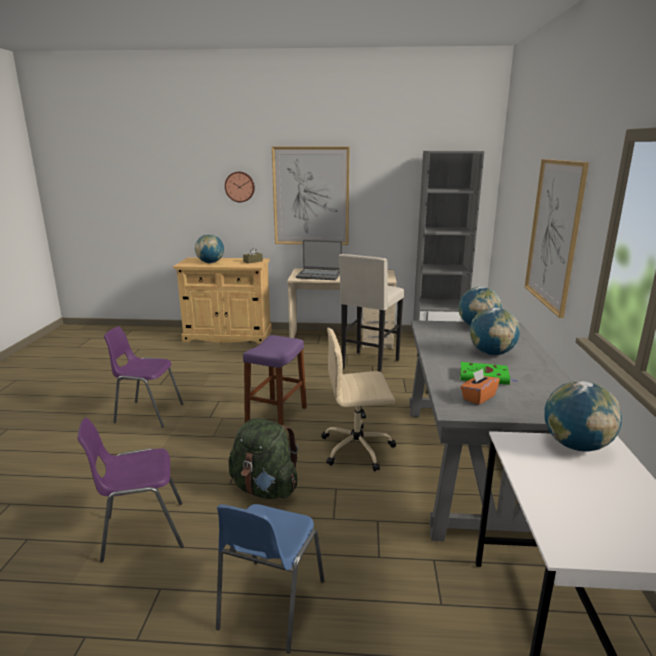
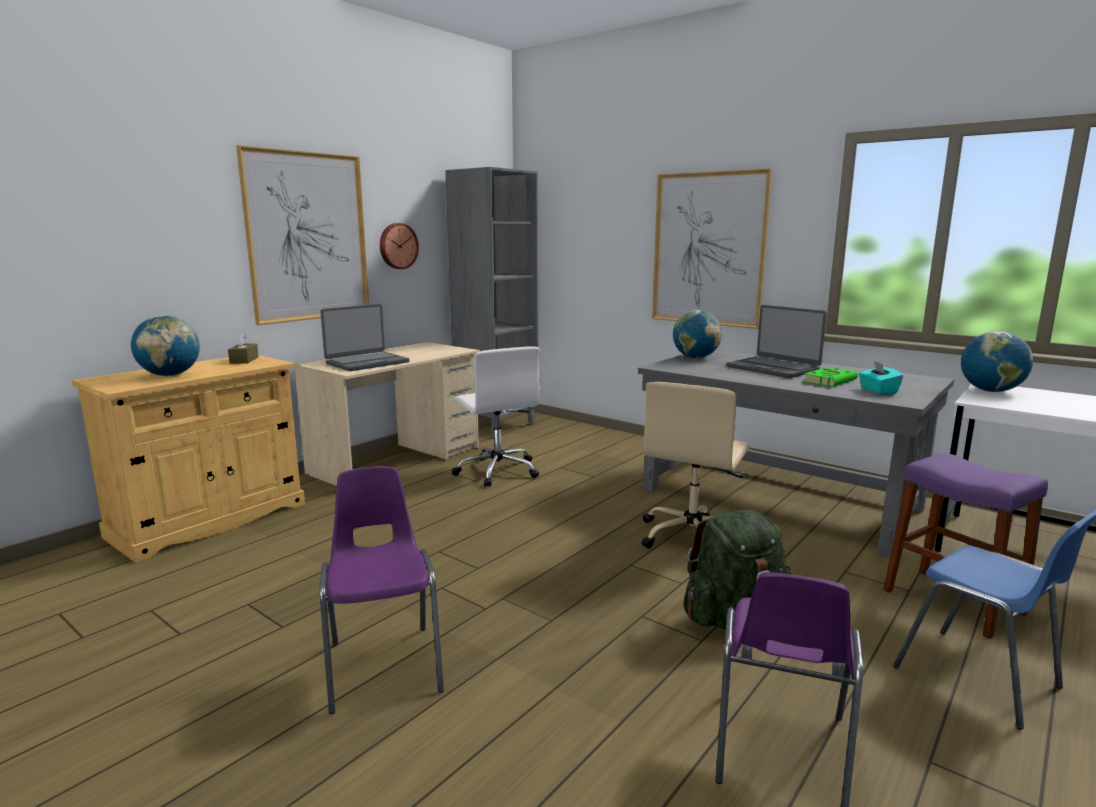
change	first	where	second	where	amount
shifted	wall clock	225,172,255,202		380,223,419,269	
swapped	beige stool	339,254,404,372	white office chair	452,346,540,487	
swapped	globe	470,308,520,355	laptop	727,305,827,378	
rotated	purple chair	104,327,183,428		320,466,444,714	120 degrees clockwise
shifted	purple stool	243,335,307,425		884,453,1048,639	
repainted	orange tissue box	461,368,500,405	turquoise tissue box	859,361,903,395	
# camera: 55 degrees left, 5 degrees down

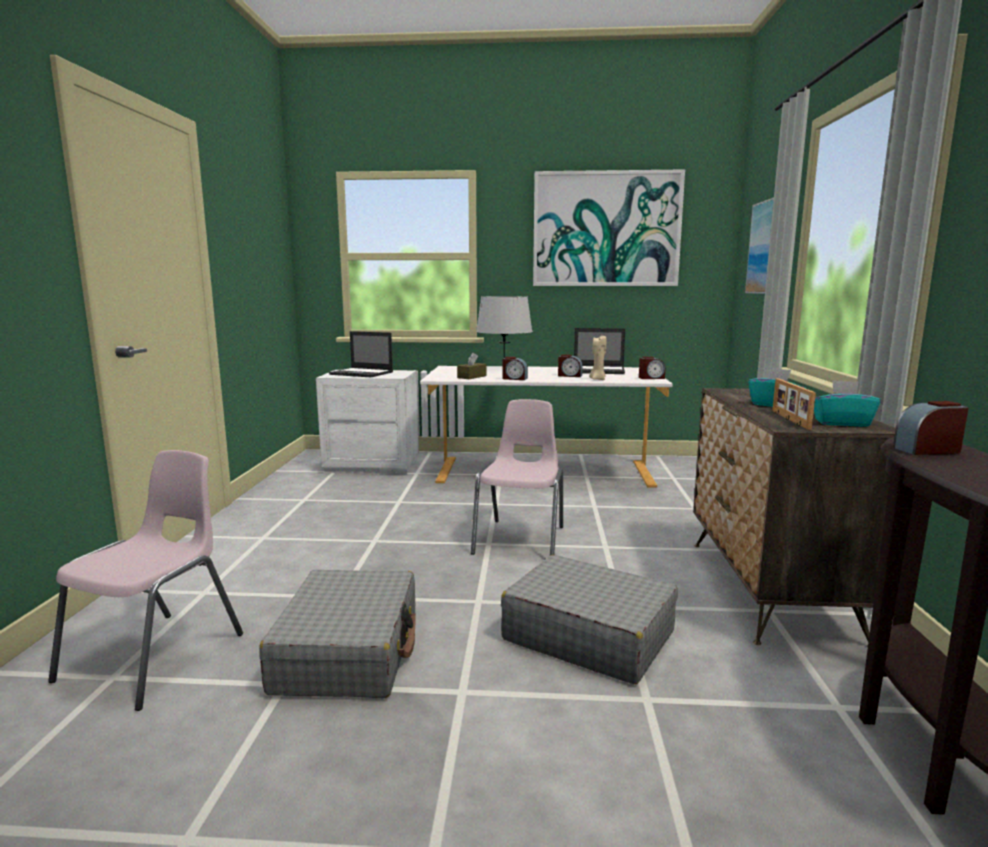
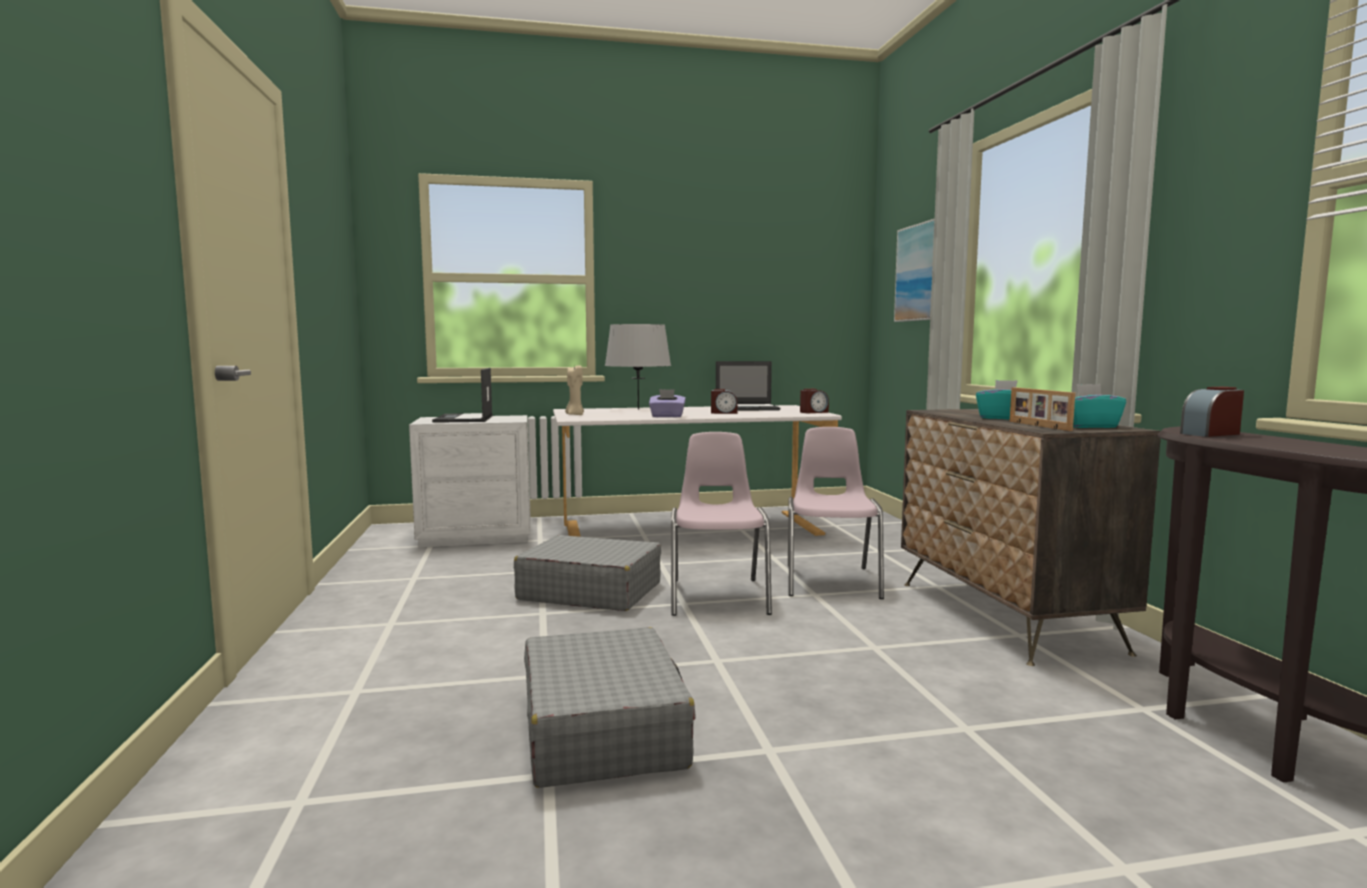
change	first	where	second	where	amount
gone	picture	533,169,685,286			
rotated	laptop	329,331,393,377		432,368,493,423	75 degrees clockwise
shifted	beige candle	589,336,606,380		565,364,584,415	
gone	brown tissue box	457,353,487,379			
swapped	alarm clock	502,357,528,380	purple tissue box	649,389,686,417	
shifted	pink chair	48,450,243,711		788,427,884,599	
shifted	grey suitcase	501,555,678,684		514,535,661,611	
# camera: 15 degrees left, 5 degrees down

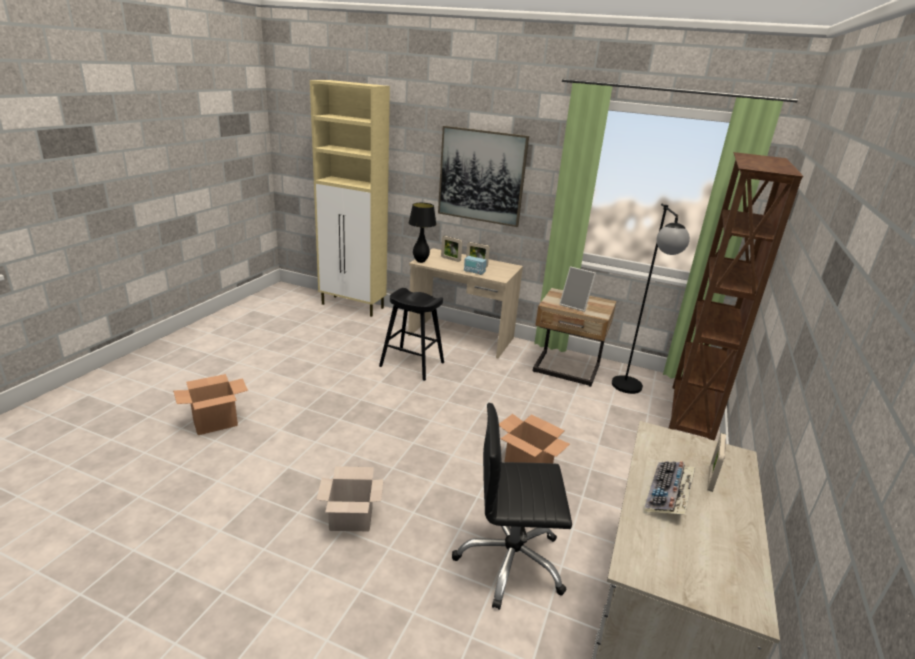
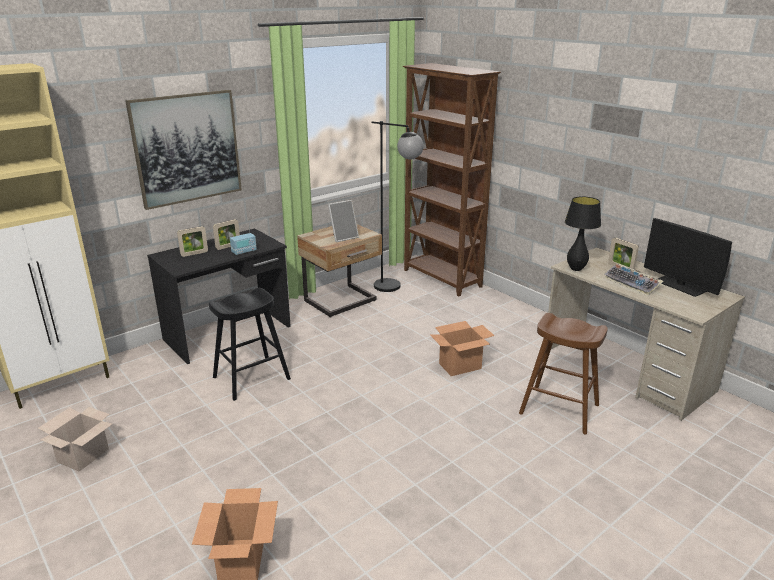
change	first	where	second	where	amount
shifted	black table lamp	409,203,436,263		565,196,601,271	
repainted	beige desk	408,248,523,358	black desk	147,228,291,364	
swapped	black office chair	452,403,572,610	brown stool	519,313,608,434	
shifted	cardboard box	316,466,383,531		38,407,112,472	
new			monitor	644,218,732,297	
# camera: 60 degrees left, 0 degrees up

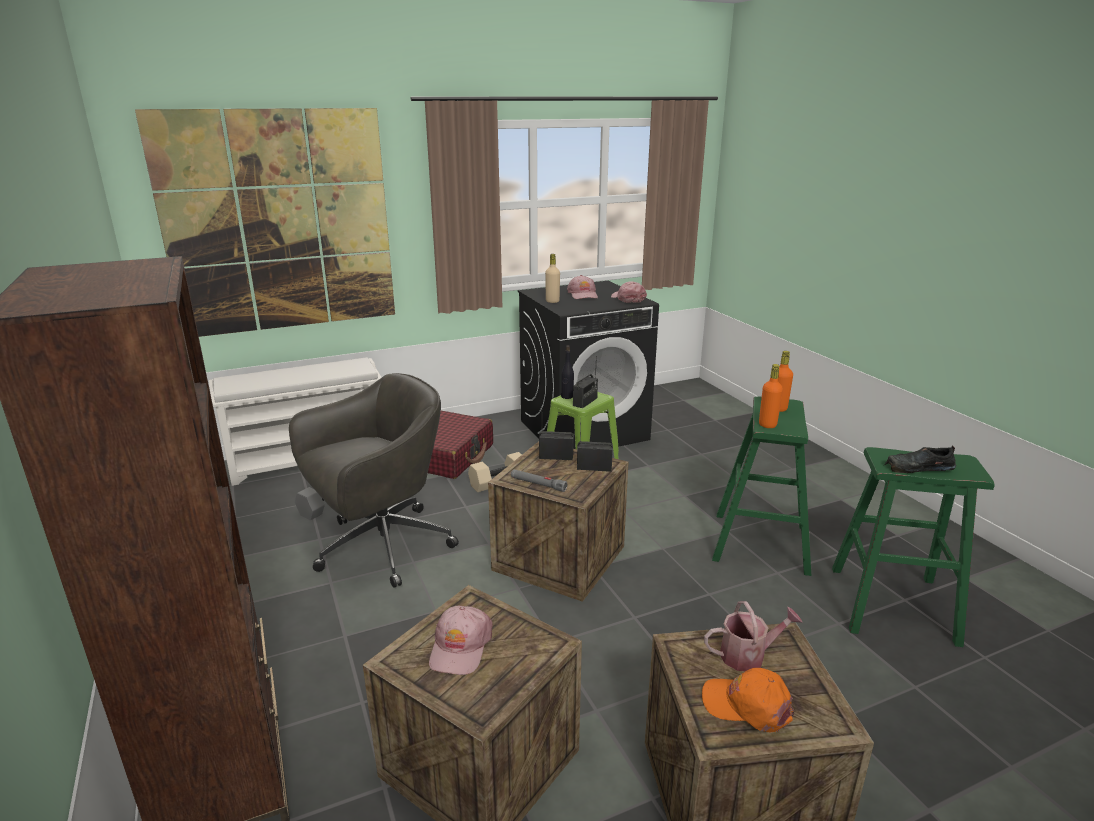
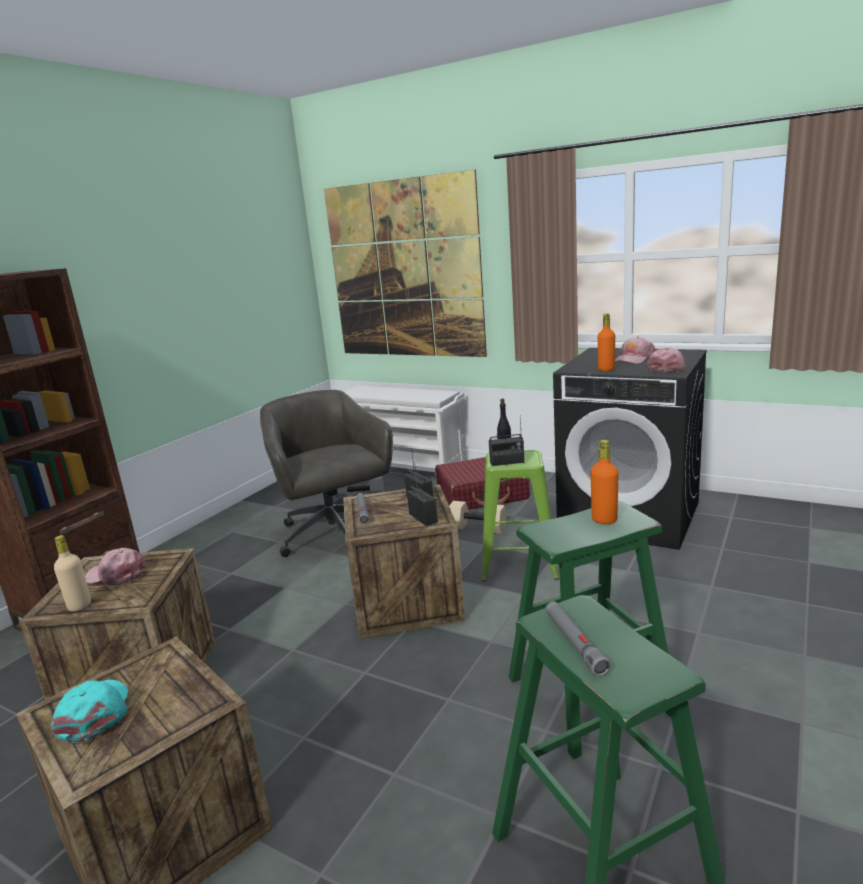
change	first	where	second	where	amount
shifted	beige bottle	545,254,560,303		54,535,91,612	
shifted	orange bottle	759,364,783,428		598,313,615,371	
rotated	grey office chair	289,373,459,588		260,390,393,557	135 degrees counterclockwise
swapped	black shoe	883,445,956,473	grey flashlight	546,601,611,676	
gone	watering can	704,601,803,671			
rotated	pink cap	429,606,493,675		85,548,145,586	45 degrees clockwise
repainted	orange cap	702,668,794,733	turquoise cap	51,680,128,743	
# camera: 55 degrees right, 5 degrees down

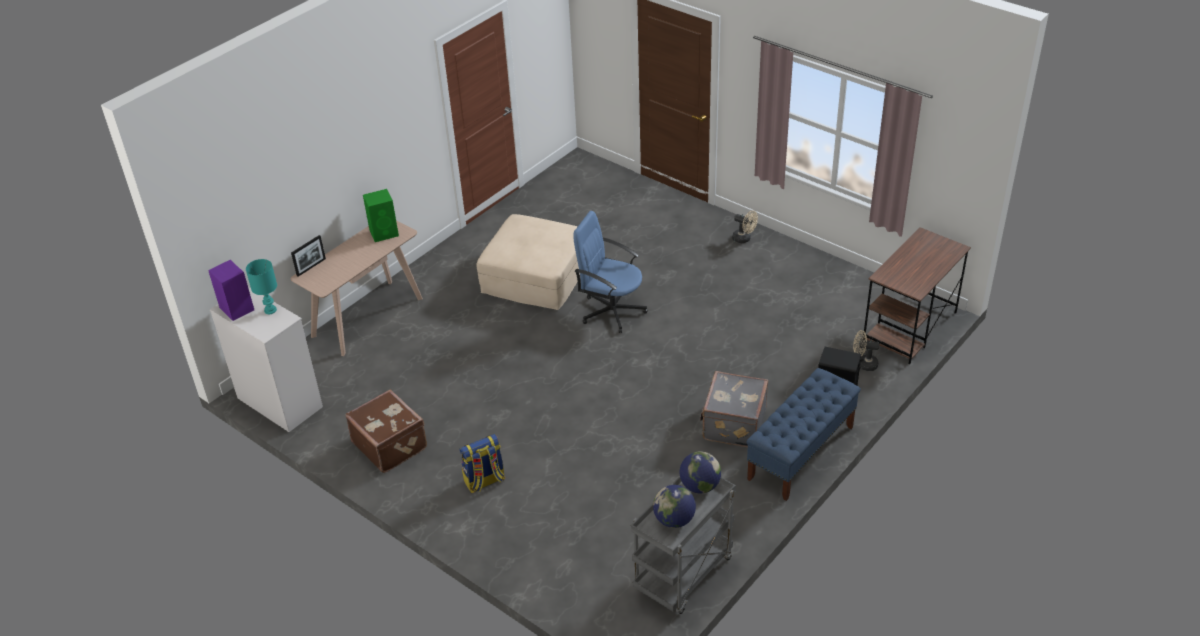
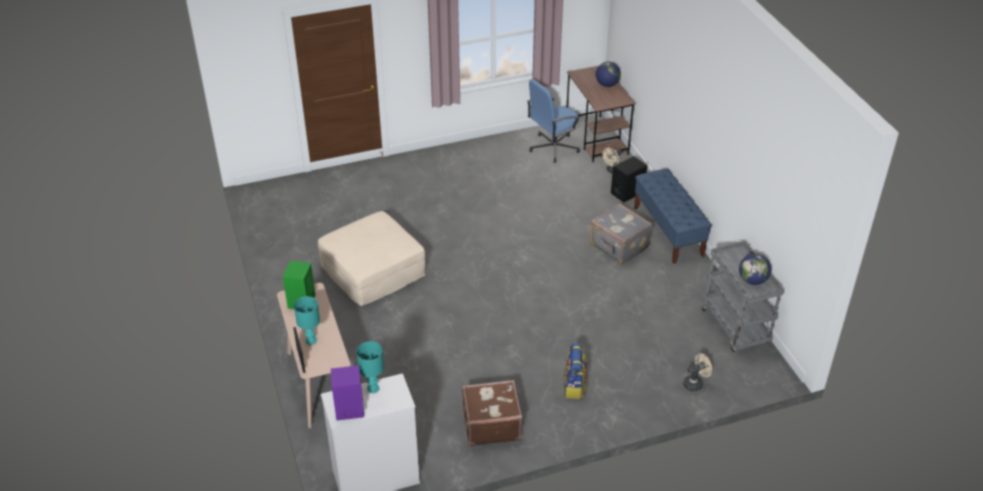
change	first	where	second	where	amount
shifted	beige fan	732,210,758,243		683,353,712,391	
shifted	blue office chair	573,211,648,333		527,79,580,163	
shifted	globe	679,451,721,494		596,61,621,87	
new			turquoise table lamp	294,296,320,345	
# camera: 60 degrees left, 0 degrees up

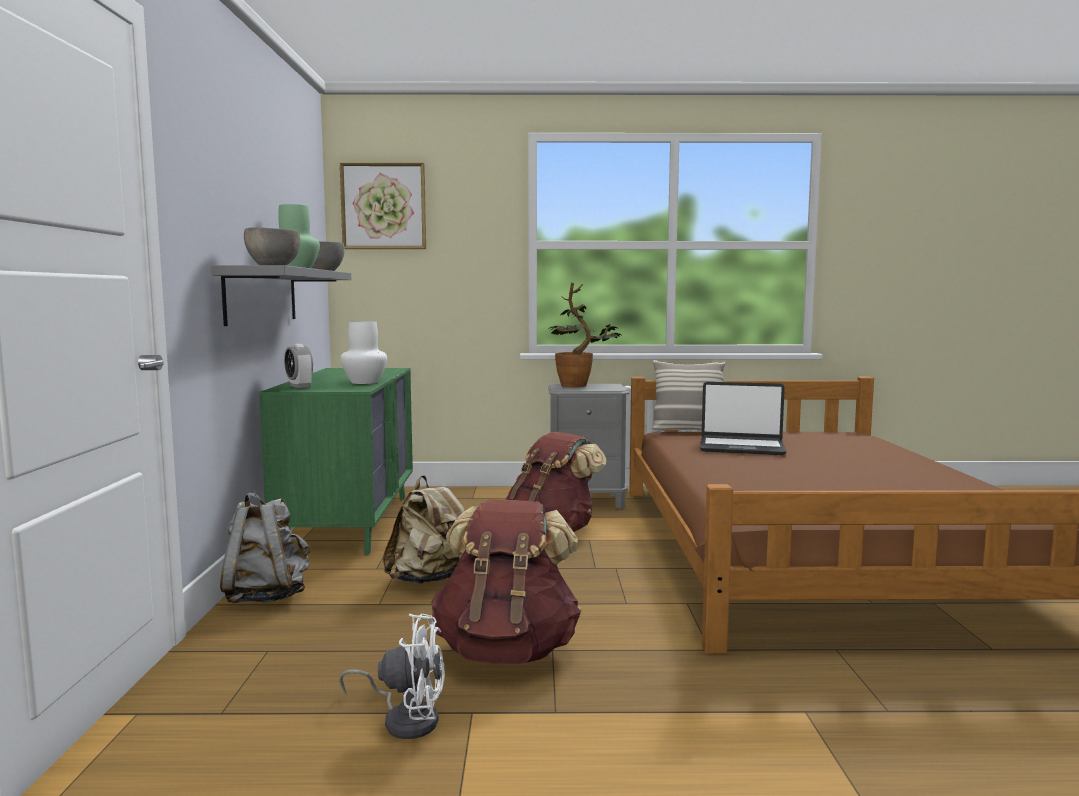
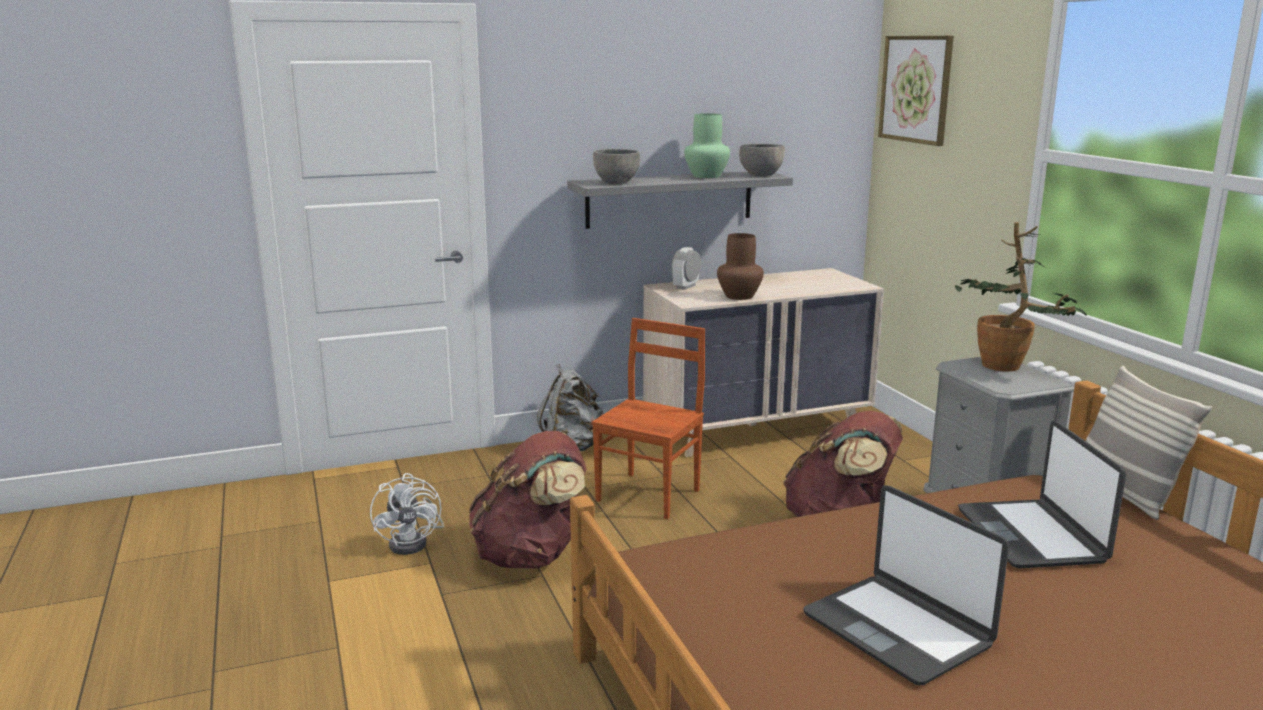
change	first	where	second	where	amount
repainted	white vase	340,321,387,384	brown vase	717,233,764,300	
repainted	green dresser	259,368,413,554	beige dresser	643,268,884,457	
swapped	beige backpack	383,475,465,584	brown chair	592,318,705,519	
new			laptop	803,485,1009,685	
# camera: 70 degrees right, 10 degrees up

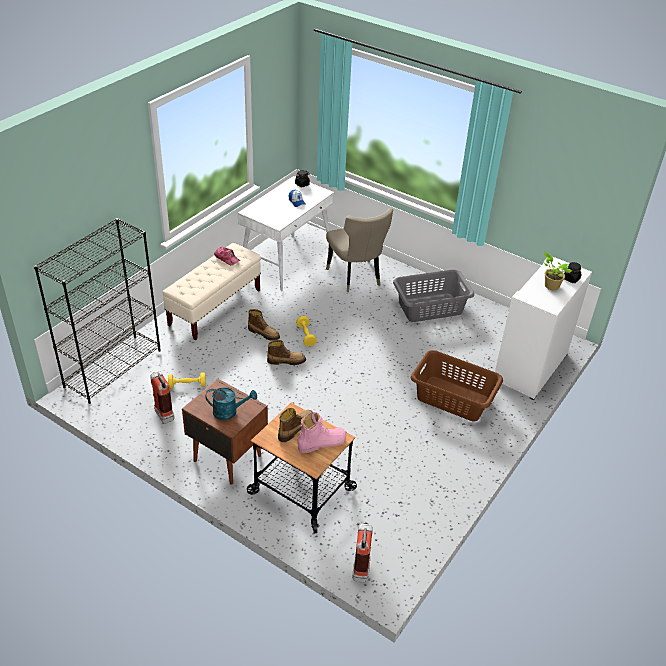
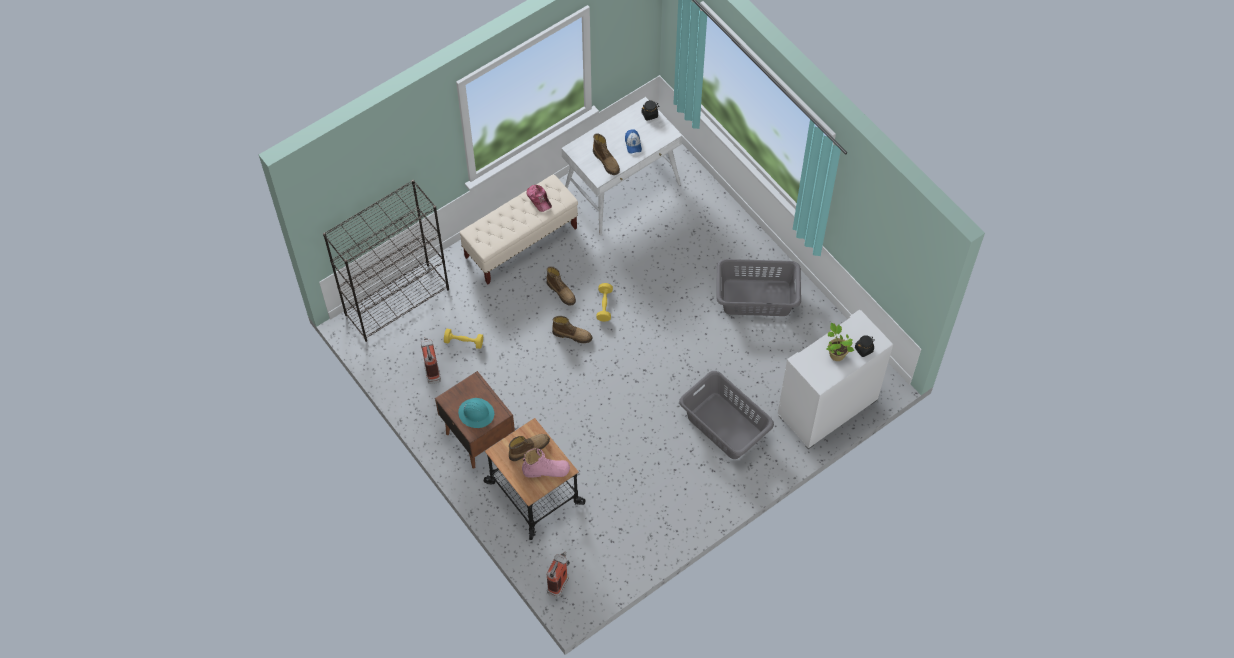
change	first	where	second	where	amount
gone	beige chair	326,208,393,292			
repainted	brown laundry basket	410,350,503,422	grey laundry basket	679,371,774,459	
swapped	turquoise watering can	205,387,257,420	turquoise hard hat	458,398,494,428	
new			boot	593,133,620,175	
# camera: 20 degrees right, 20 degrees up

